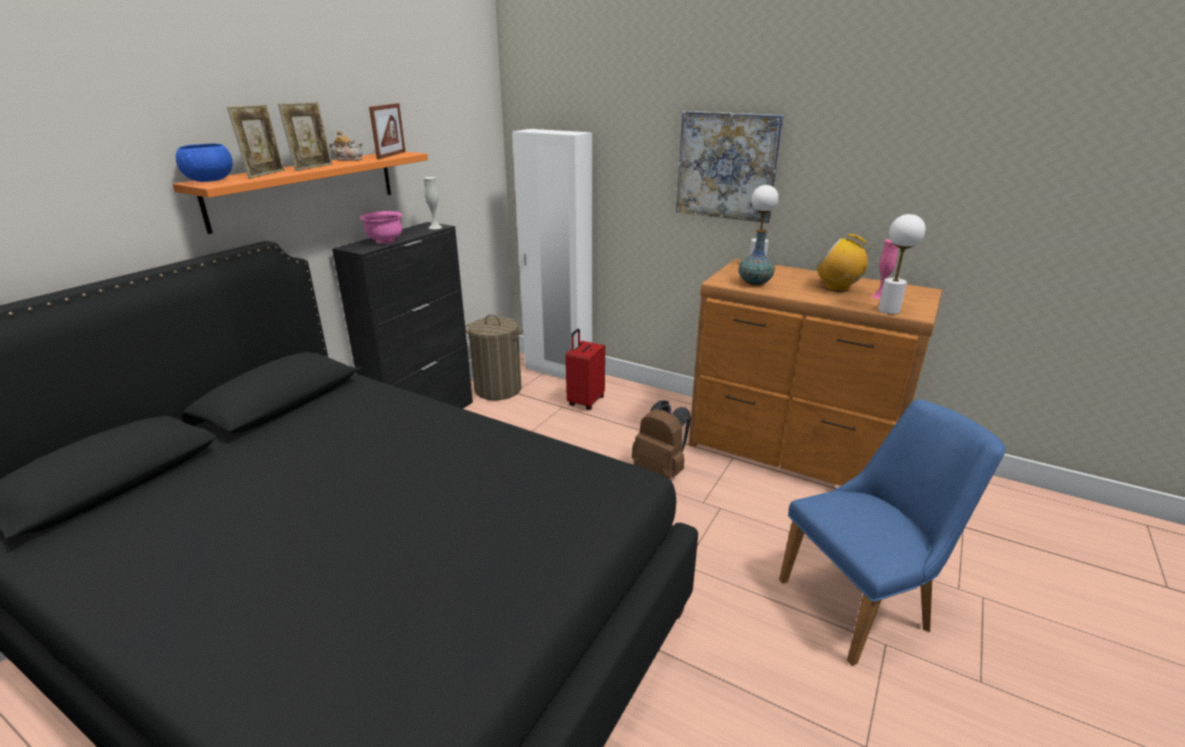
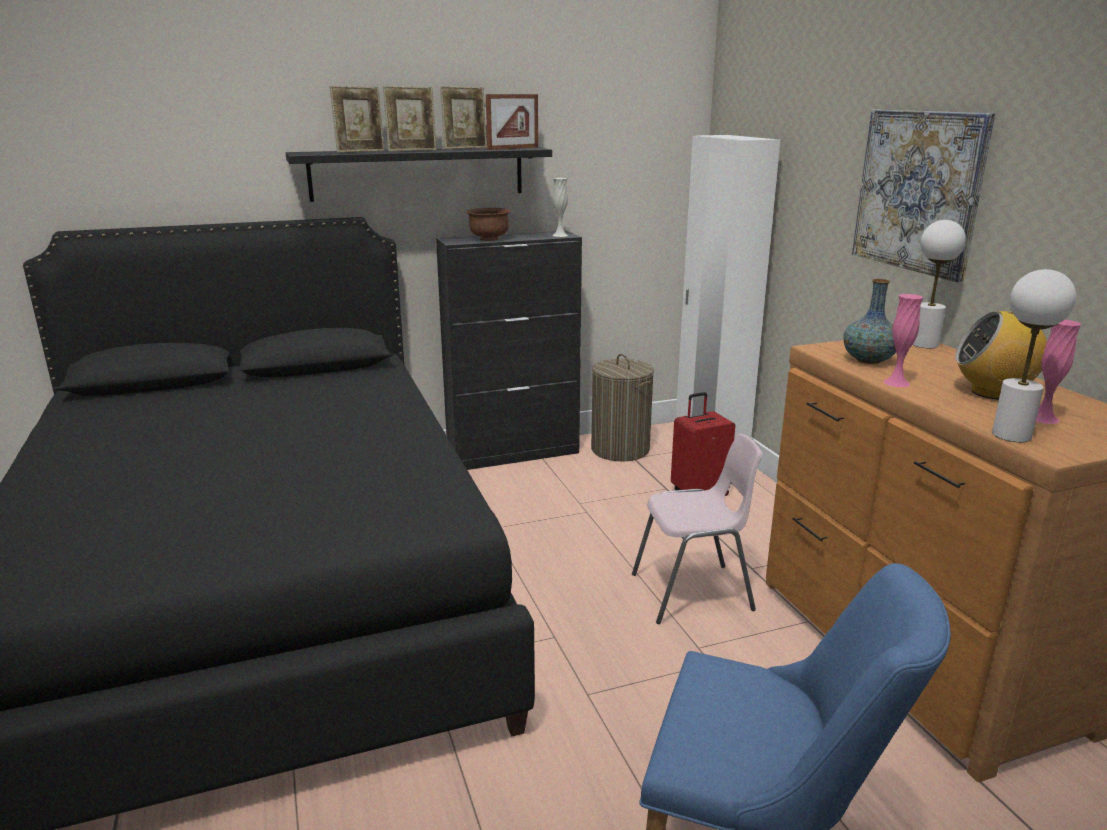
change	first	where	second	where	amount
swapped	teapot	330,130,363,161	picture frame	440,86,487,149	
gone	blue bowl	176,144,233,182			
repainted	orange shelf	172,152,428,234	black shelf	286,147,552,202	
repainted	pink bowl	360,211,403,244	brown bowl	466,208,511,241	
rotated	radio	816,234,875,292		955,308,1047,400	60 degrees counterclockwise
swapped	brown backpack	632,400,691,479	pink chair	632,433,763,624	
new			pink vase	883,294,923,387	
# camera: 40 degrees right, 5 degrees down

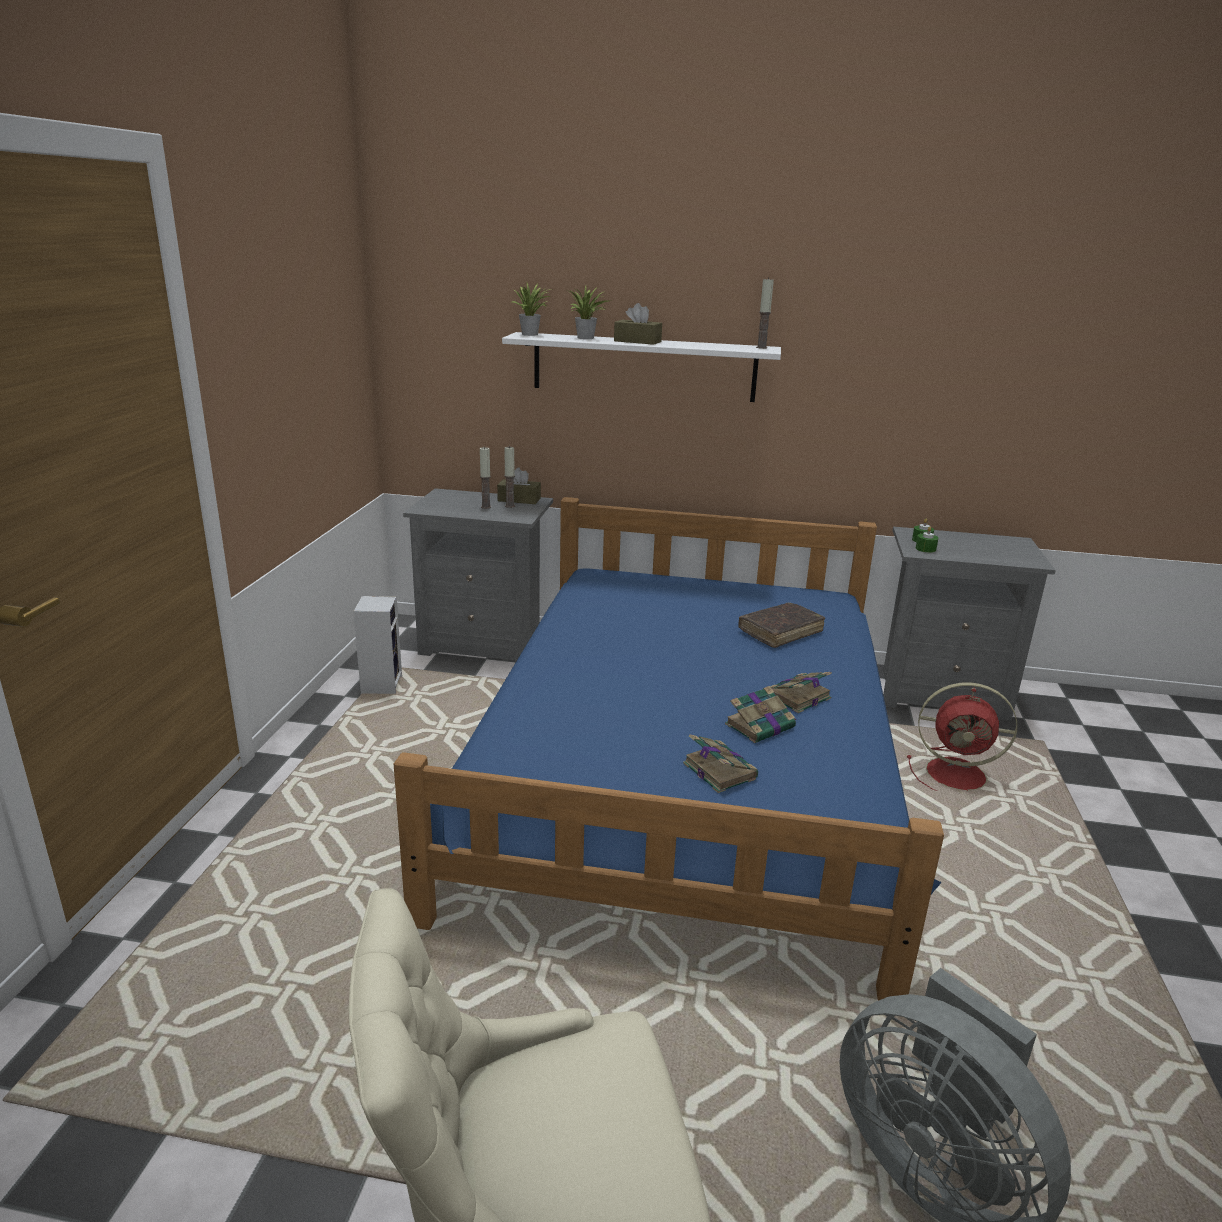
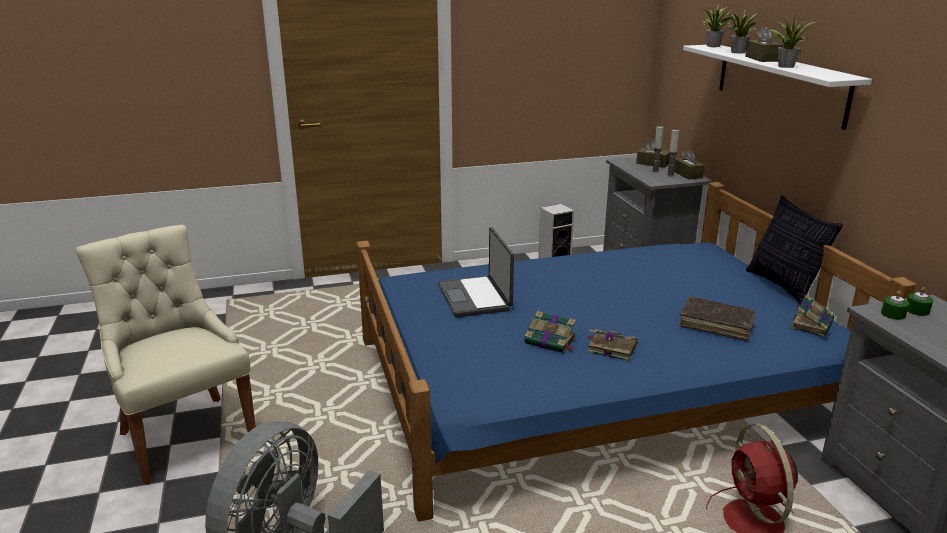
change	first	where	second	where	amount
gone	candle	756,277,774,349			
shifted	book	683,734,758,793		790,295,834,337	
new			potted plant	769,18,815,68	
new			brown tissue box	636,139,670,168	
new			pillow	746,195,843,304	
new			laptop	438,227,514,317	
# camera: 65 degrees right, 0 degrees up

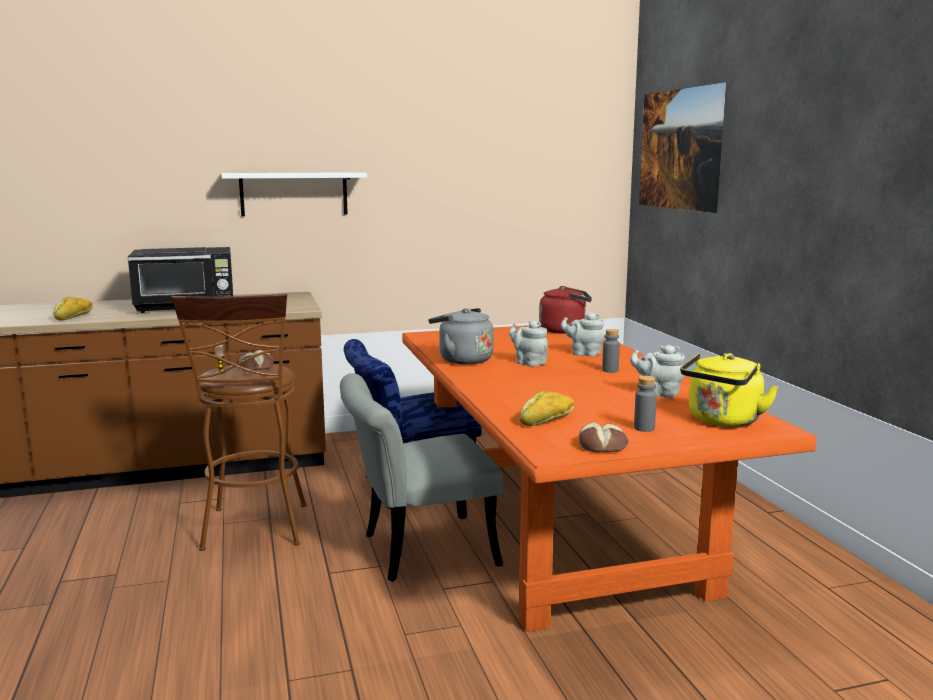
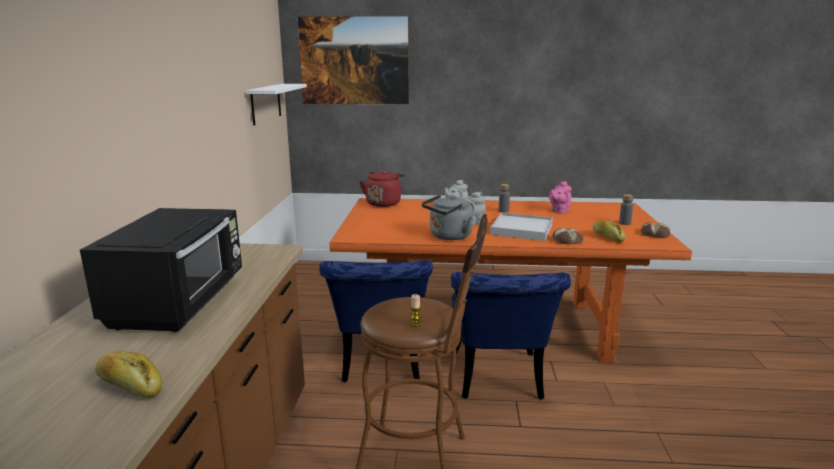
change	first	where	second	where	amount
shifted	white shelf	221,172,367,216		245,84,307,125	
repainted	grey teapot	630,345,685,398	pink teapot	549,181,572,213	
shifted	bread	237,350,273,370		552,228,583,244	
gone	yellow kettle	680,353,778,427			
repainted	grey chair	340,373,503,582	blue chair	450,272,571,400	
new			white tray	490,213,553,241	
# camera: 70 degrees left, 5 degrees up

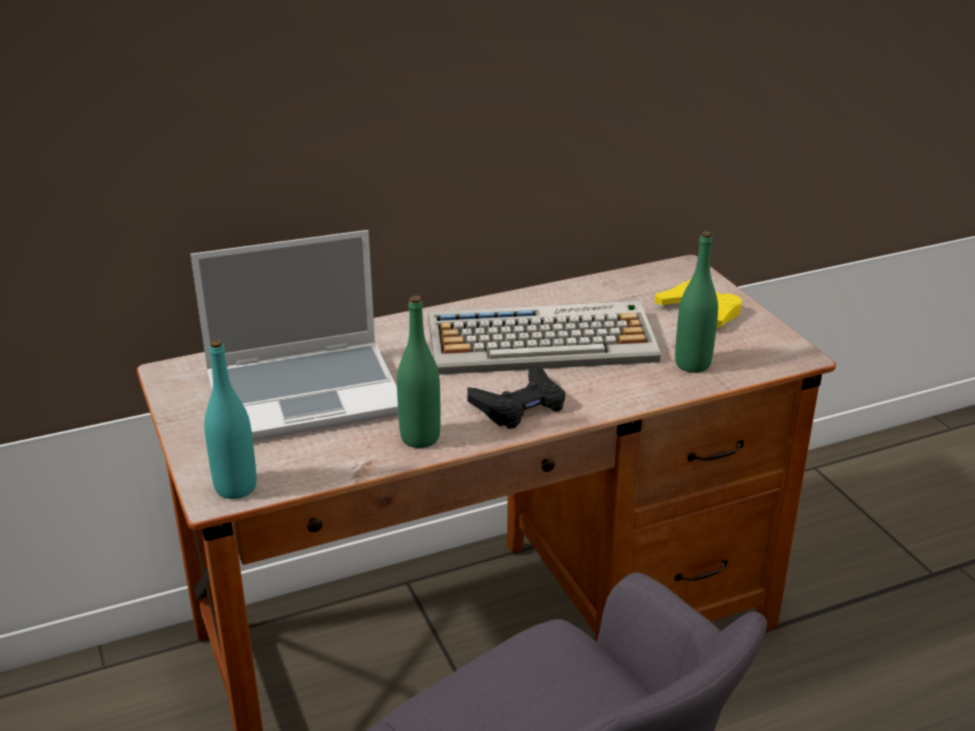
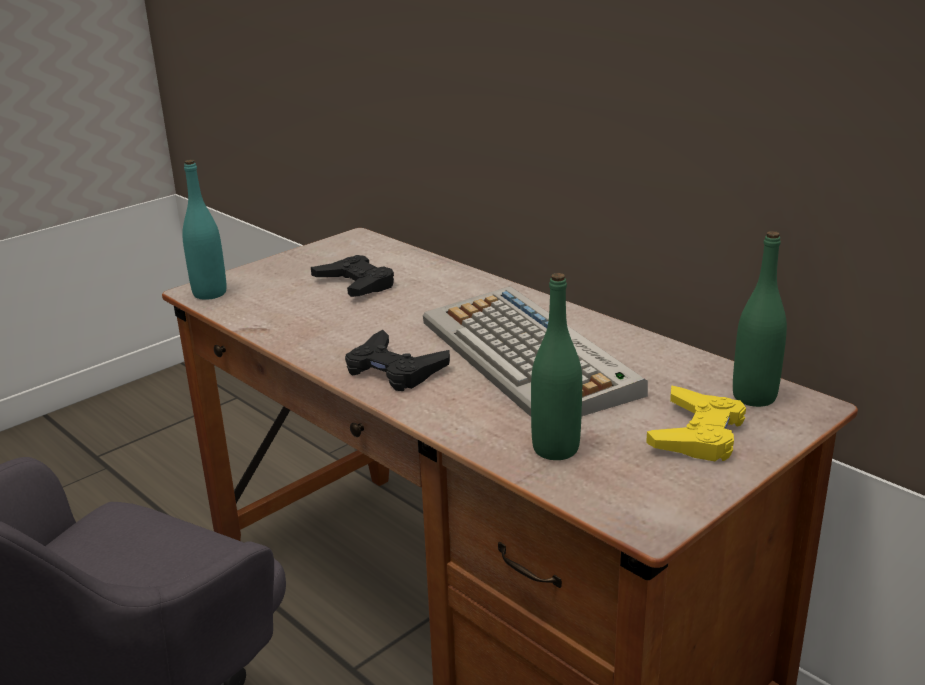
change	first	where	second	where	amount
swapped	laptop	191,230,398,441	black game controller	311,255,394,297	
shifted	green bottle	397,296,441,448		733,231,787,407	
# camera: 70 degrees right, 5 degrees down

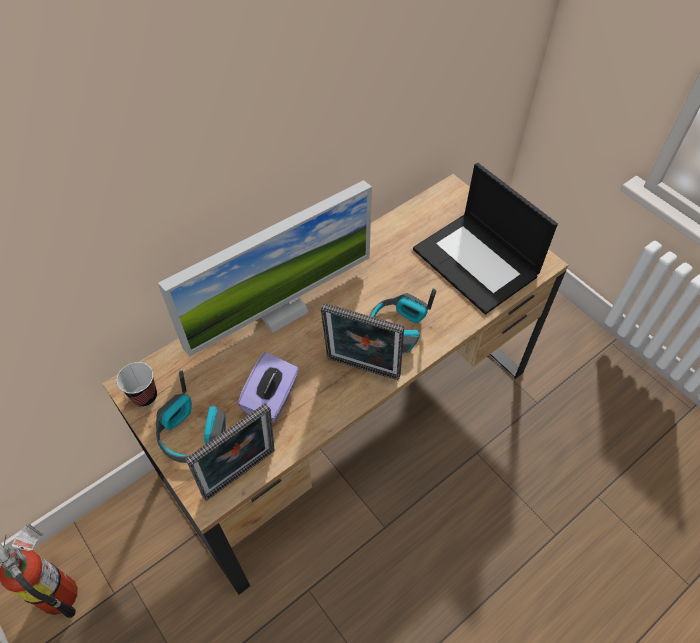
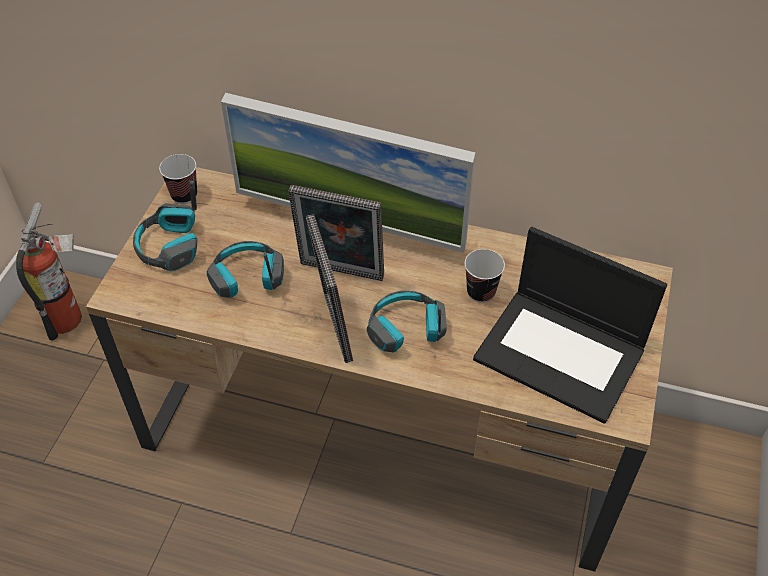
change	first	where	second	where	amount
rotated	laptop	413,163,558,315		473,227,667,424	75 degrees counterclockwise
swapped	purple tissue box	238,352,299,423	headphones	207,241,284,298	
shifted	picture frame	185,403,275,501		288,185,384,281	
new			cup	465,249,505,303	
# camera: 55 degrees right, 5 degrees down

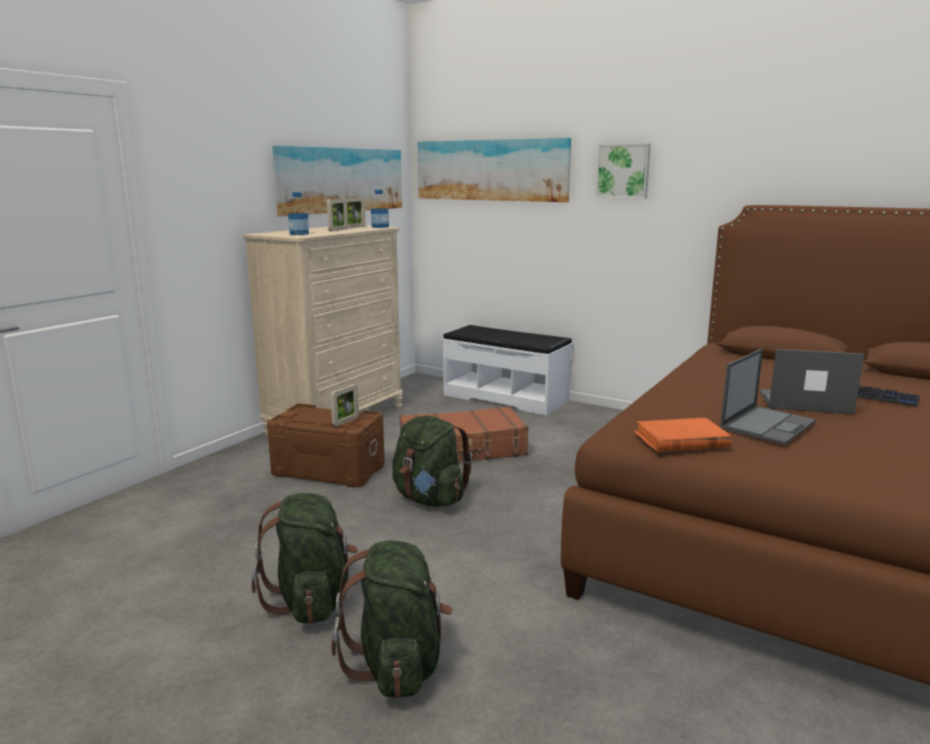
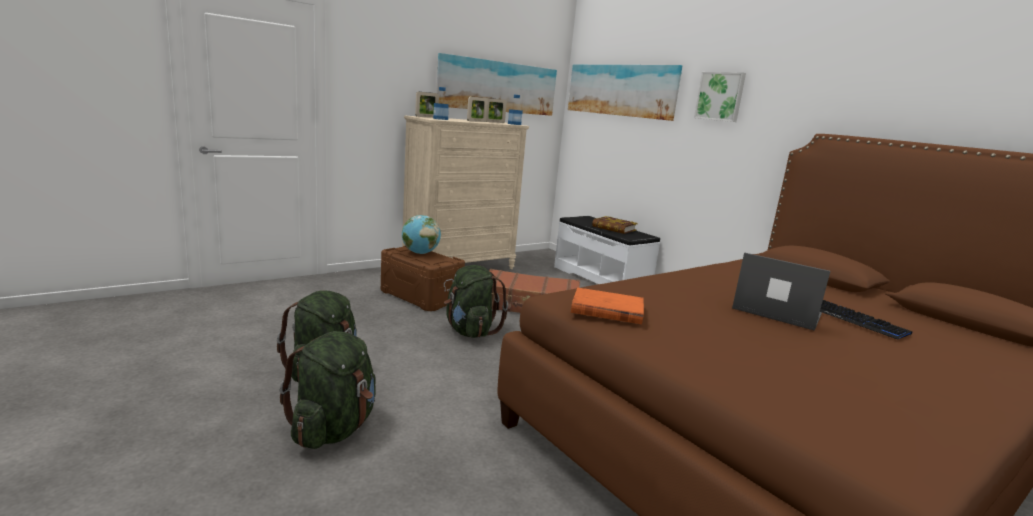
change	first	where	second	where	amount
gone	laptop	720,349,816,445			
shifted	picture frame	331,384,359,426		415,92,439,118	
new			globe	402,215,441,254	
new			book	592,216,638,234	
# camera: 20 degrees right, 0 degrees up

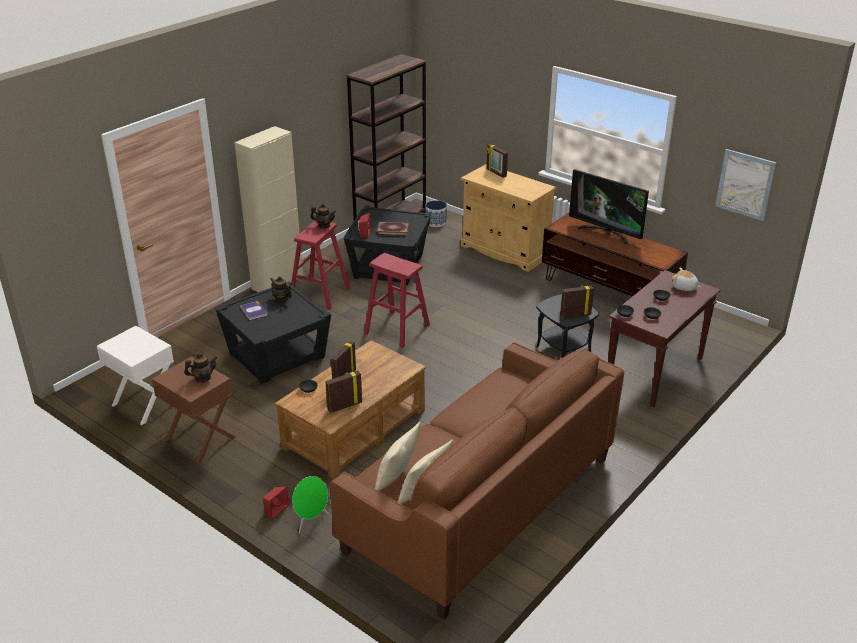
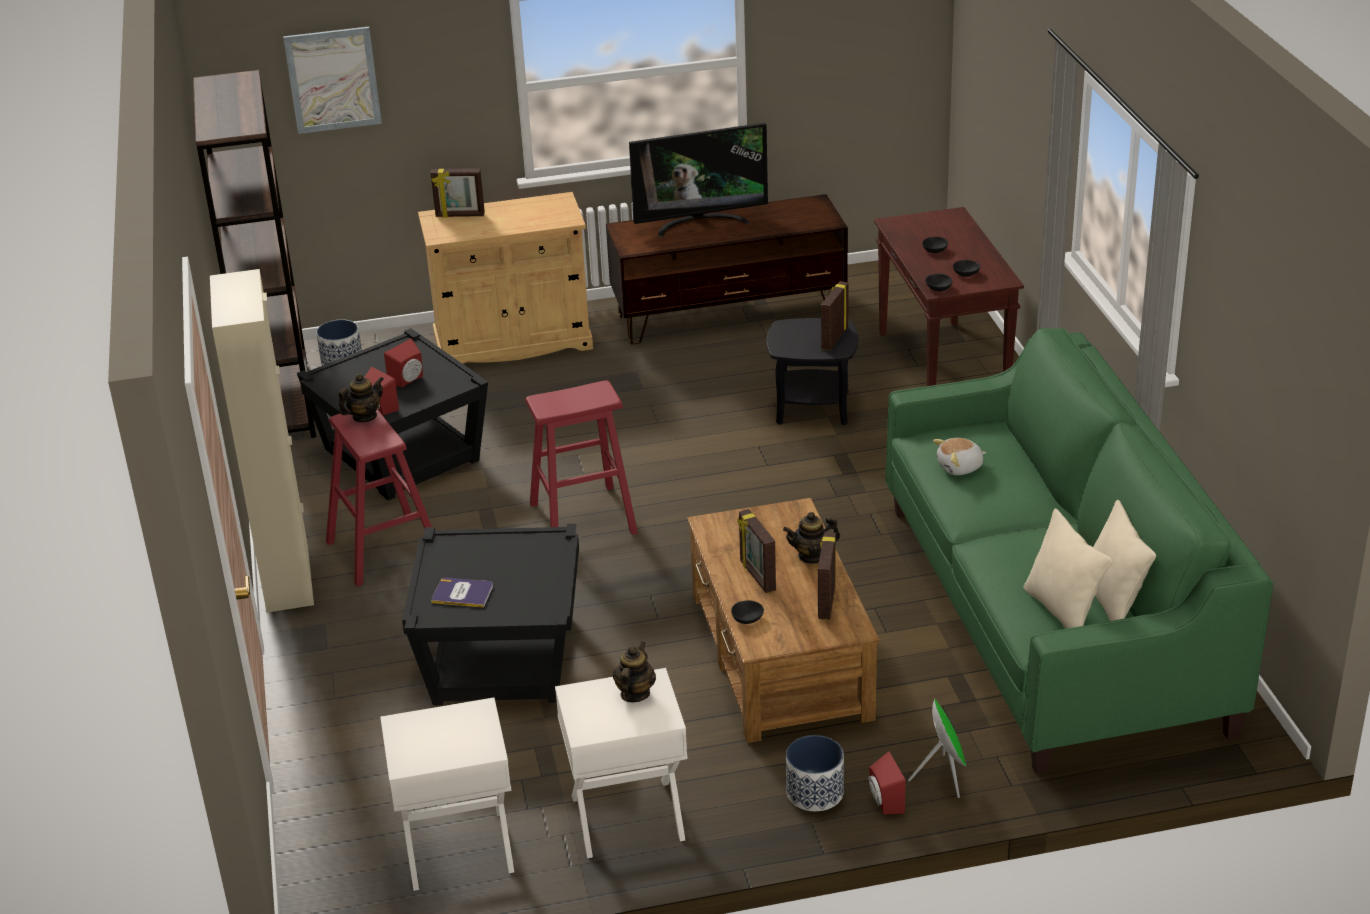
change	first	where	second	where	amount
shifted	picture	715,149,776,221		283,27,382,134	
swapped	book	376,222,409,236	red speaker	384,339,423,387	
shifted	plush toy	672,268,700,291		933,438,986,475	
shifted	teapot	271,276,292,303		783,512,840,564	
repainted	brown sofa	330,342,624,619	green sofa	885,328,1273,774	
repainted	brown nightstand	152,357,235,462	white nightstand	555,668,688,858	
new			planter	786,735,844,811	
# camera: 50 degrees left, 0 degrees up

